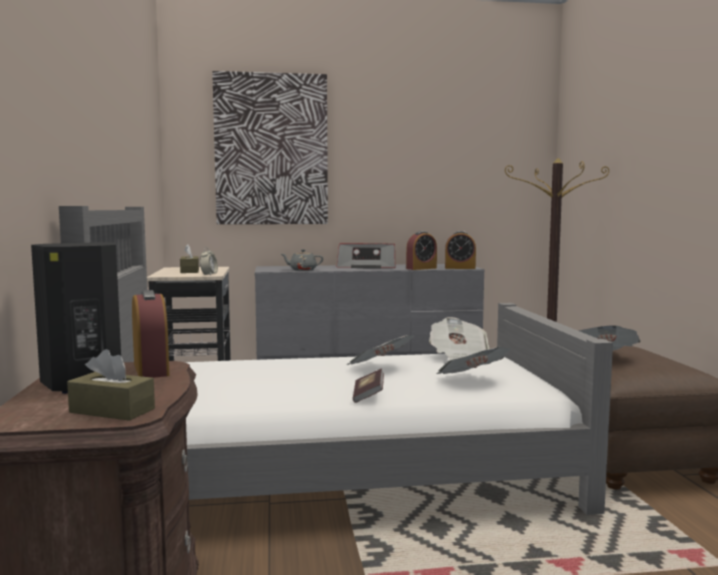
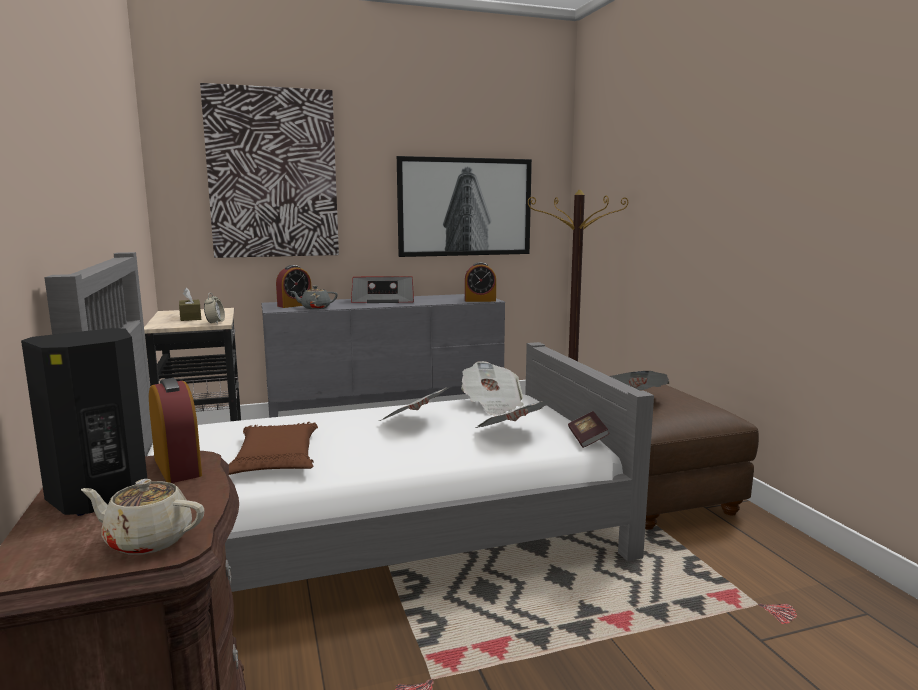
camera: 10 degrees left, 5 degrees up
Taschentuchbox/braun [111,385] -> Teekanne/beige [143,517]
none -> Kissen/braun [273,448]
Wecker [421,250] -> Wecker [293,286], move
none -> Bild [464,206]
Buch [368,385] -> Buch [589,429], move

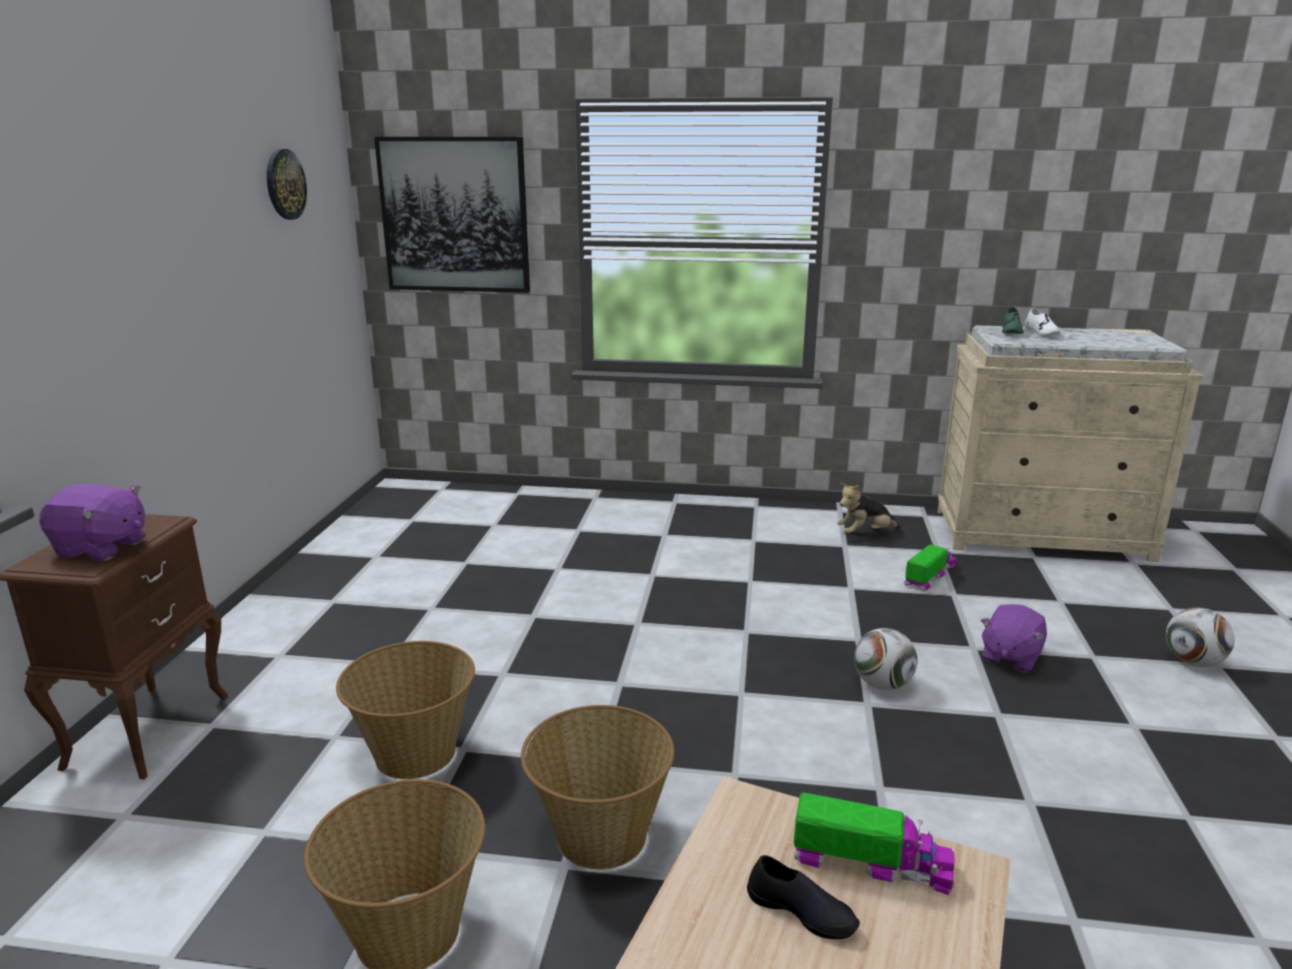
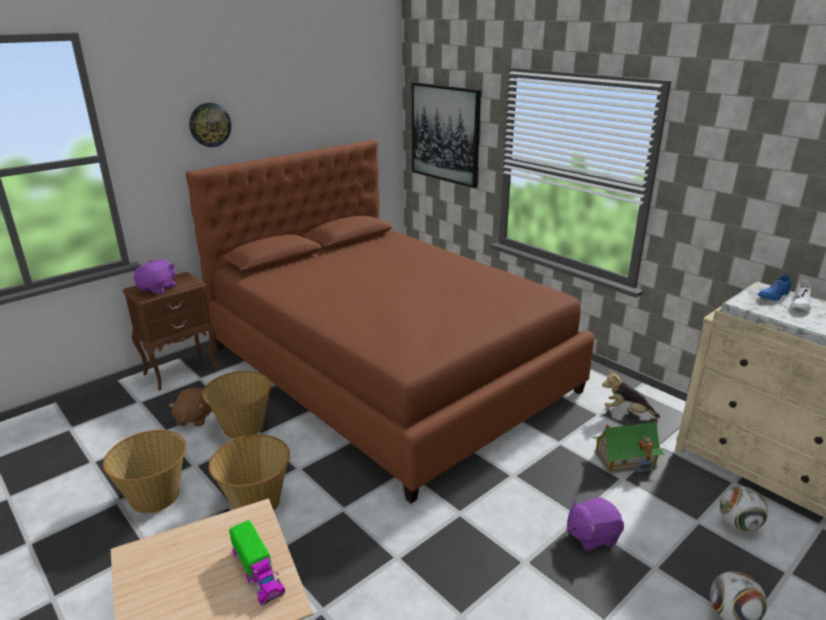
camera: 40 degrees right, 5 degrees up
Plüschtier/lila [92,522] -> Plüschtier/lila [155,276], 120 degrees counterclockwise
none -> Plüschtier/braun [190,407]
none -> Bett/braun [390,322]
Wanduhr [287,184] -> Wanduhr [210,125], move
Spielzeuglaster [930,567] -> Spielzeughaus [628,446]
Fußball [885,659] -> Fußball [744,508], move
Schuh/grün [1013,320] -> Schuh/blau [774,287]
Schuh/schwarz [803,897] -> none

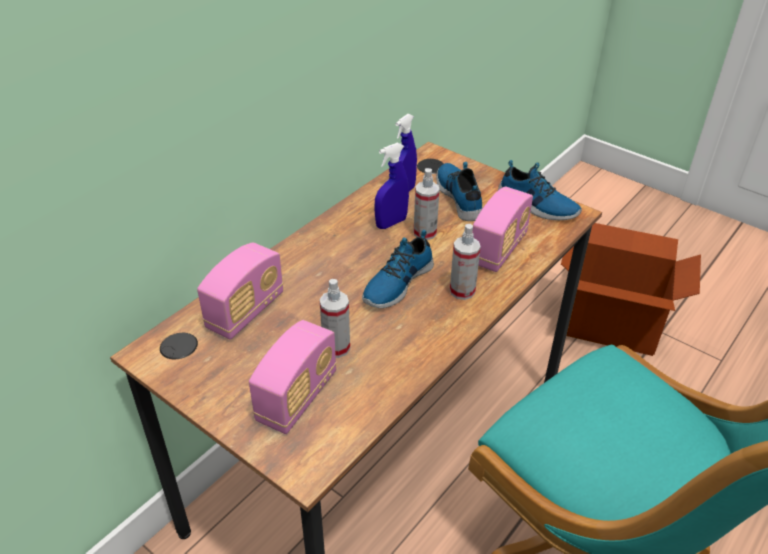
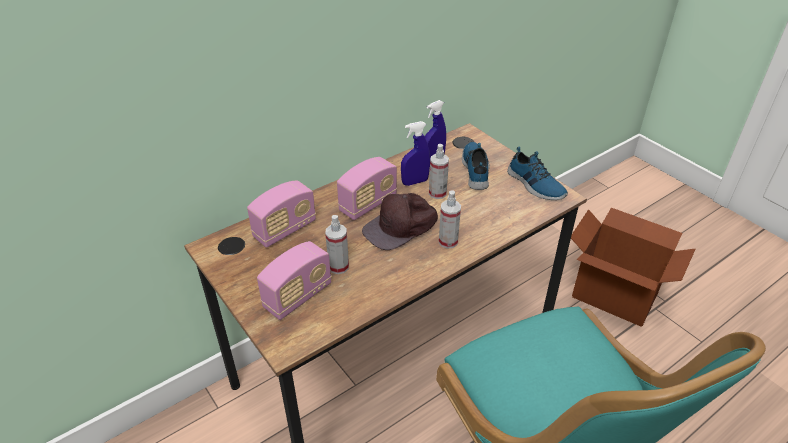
camera: 15 degrees right, 0 degrees up
Radio [503,229] -> Radio [367,188], move
Schuh [398,269] -> Kappe/braun [400,221]

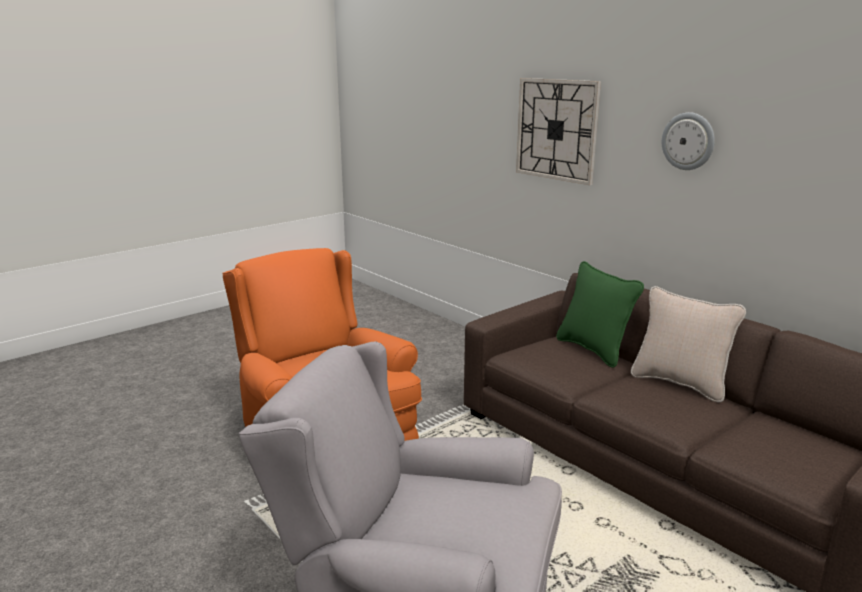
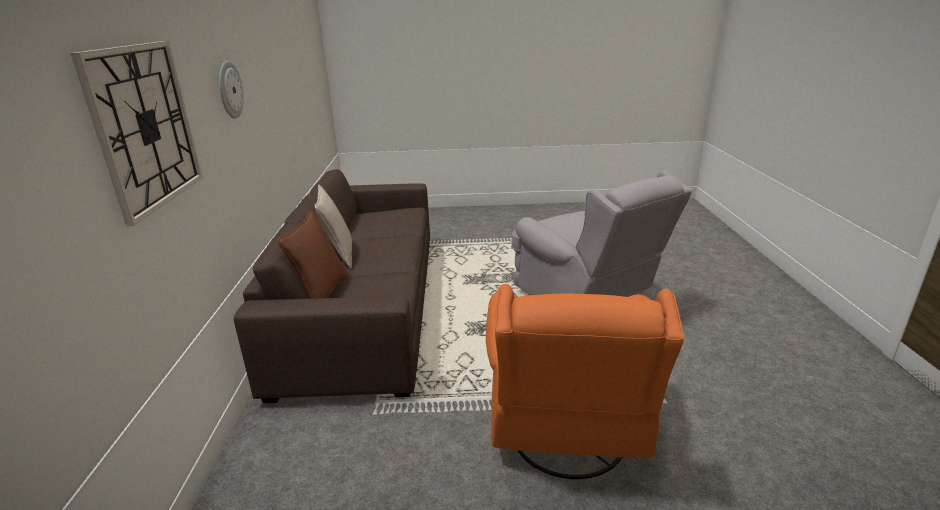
camera: 140 degrees left, 5 degrees up
Kissen/grün [600,314] -> Kissen/braun [313,254]

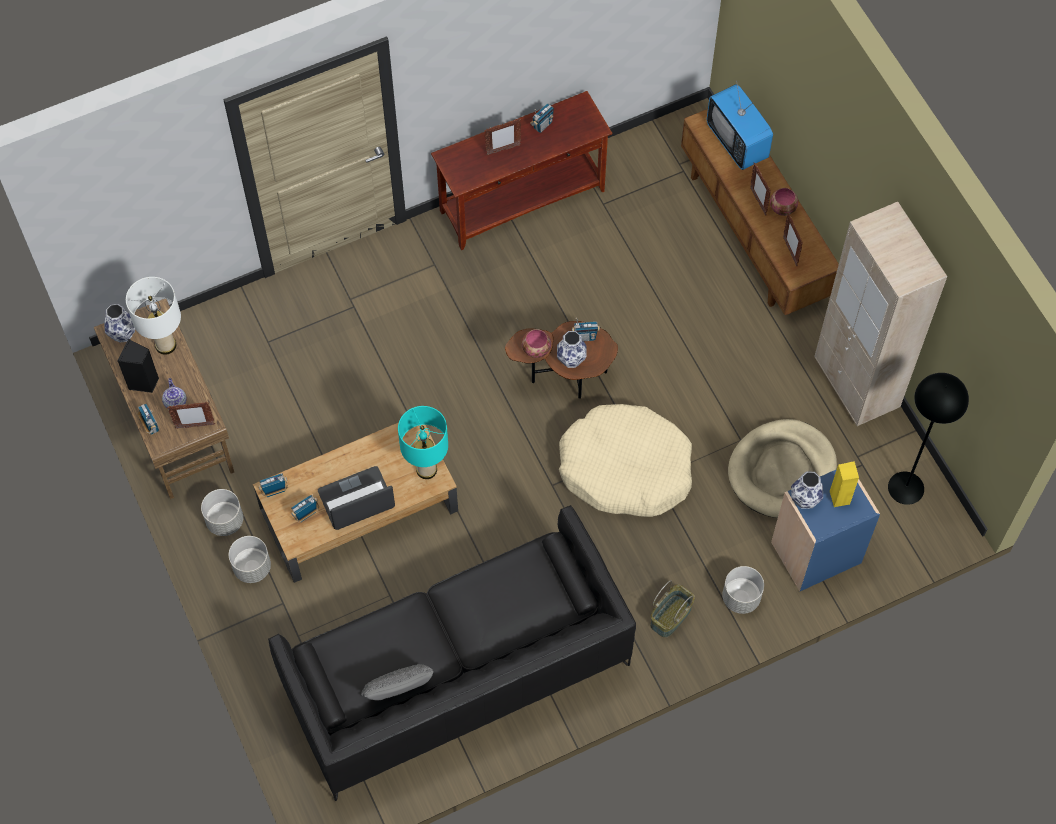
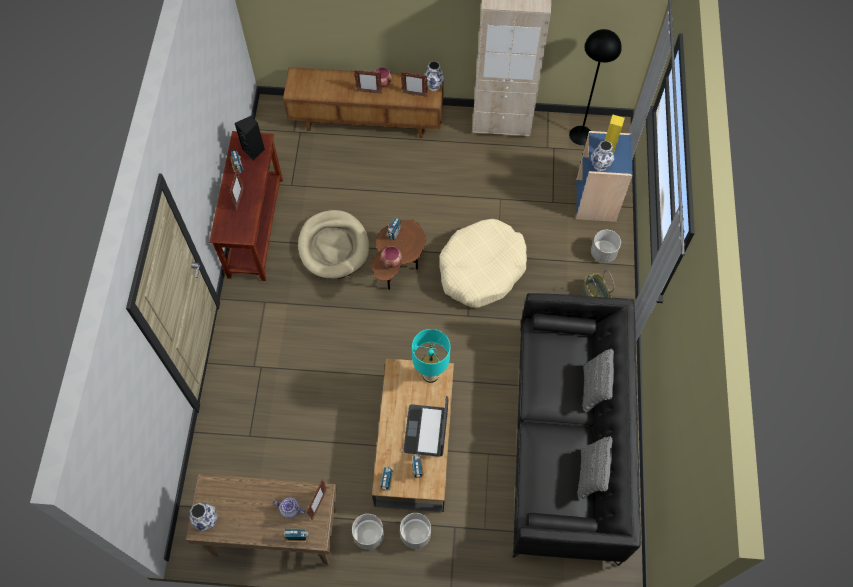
camera: 60 degrees left, 0 degrees up
Lautsprecher/schwarz [138,366] -> Lautsprecher/schwarz [250,138], move
Hundebett/beige [782,468] -> Hundebett/beige [333,244], move
Vase [572,349] -> Vase [434,76], move
none -> Kissen/grau [598,380]
Tischlampe/weiß [153,316] -> none
Fernseher [739,125] -> none

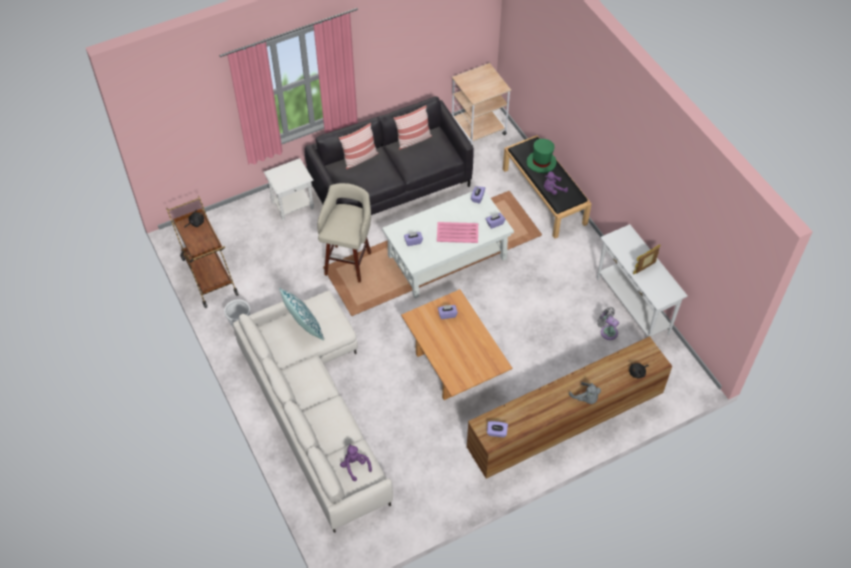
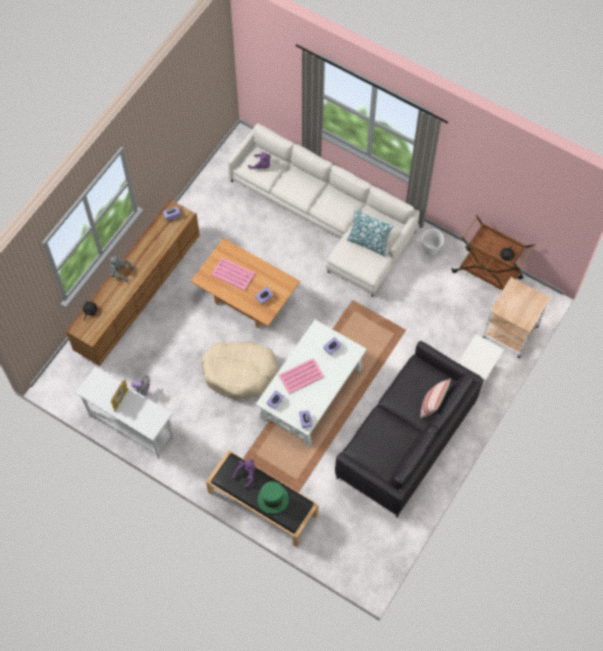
camera: 150 degrees right, 10 degrees up
none -> Hundebett/beige [239,370]
none -> Tablett/rosa [233,274]
Rollwagen/beige [481,104] -> Rollwagen/beige [516,317], move
Hocker/beige [344,233] -> none
Kissen [412,127] -> none

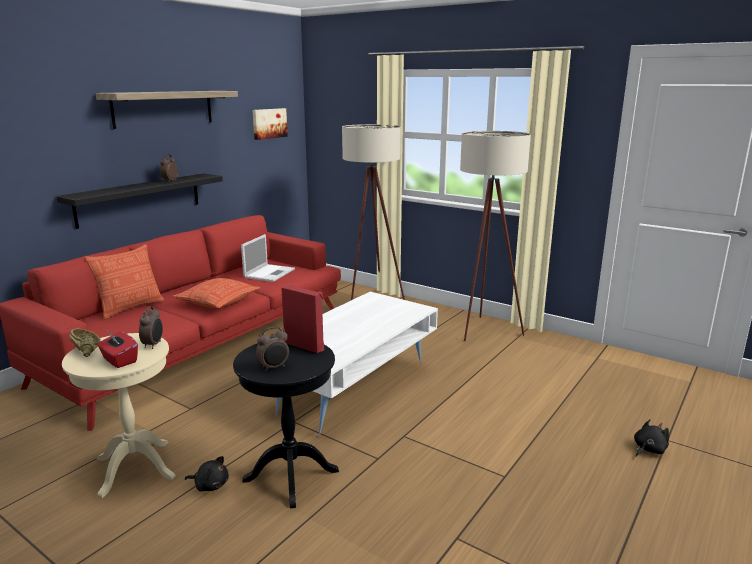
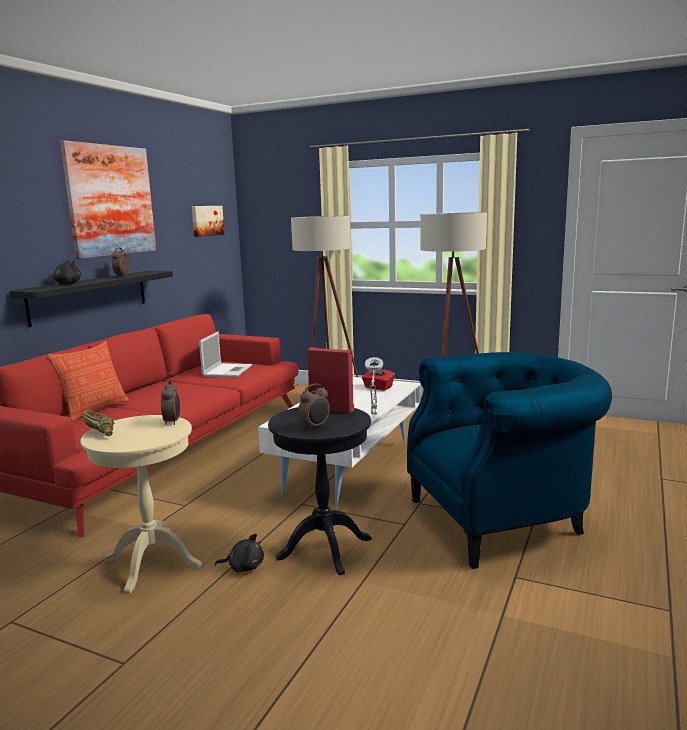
camera: 10 degrees left, 5 degrees down
Plüschtier/schwarz [651,438] -> Plüschtier/schwarz [62,272], move
Wandregal [166,110] -> Bild [108,199]
Taschentuchbox/rot [117,349] -> Taschentuchbox/rot [378,380], move
none -> Tischlampe/grau [374,386]
none -> Sessel/blau [509,460]
Kissen/orange [216,293] -> none

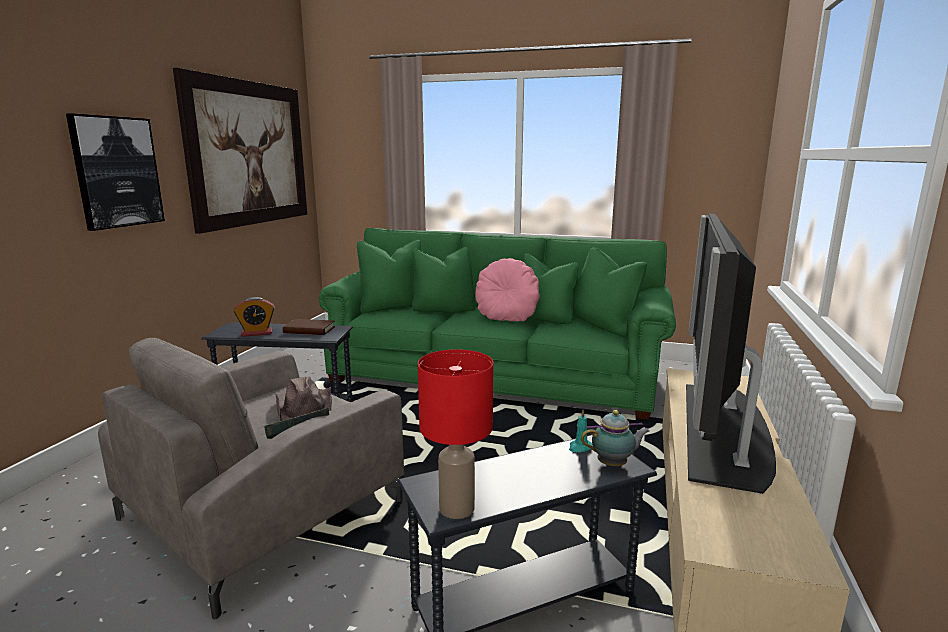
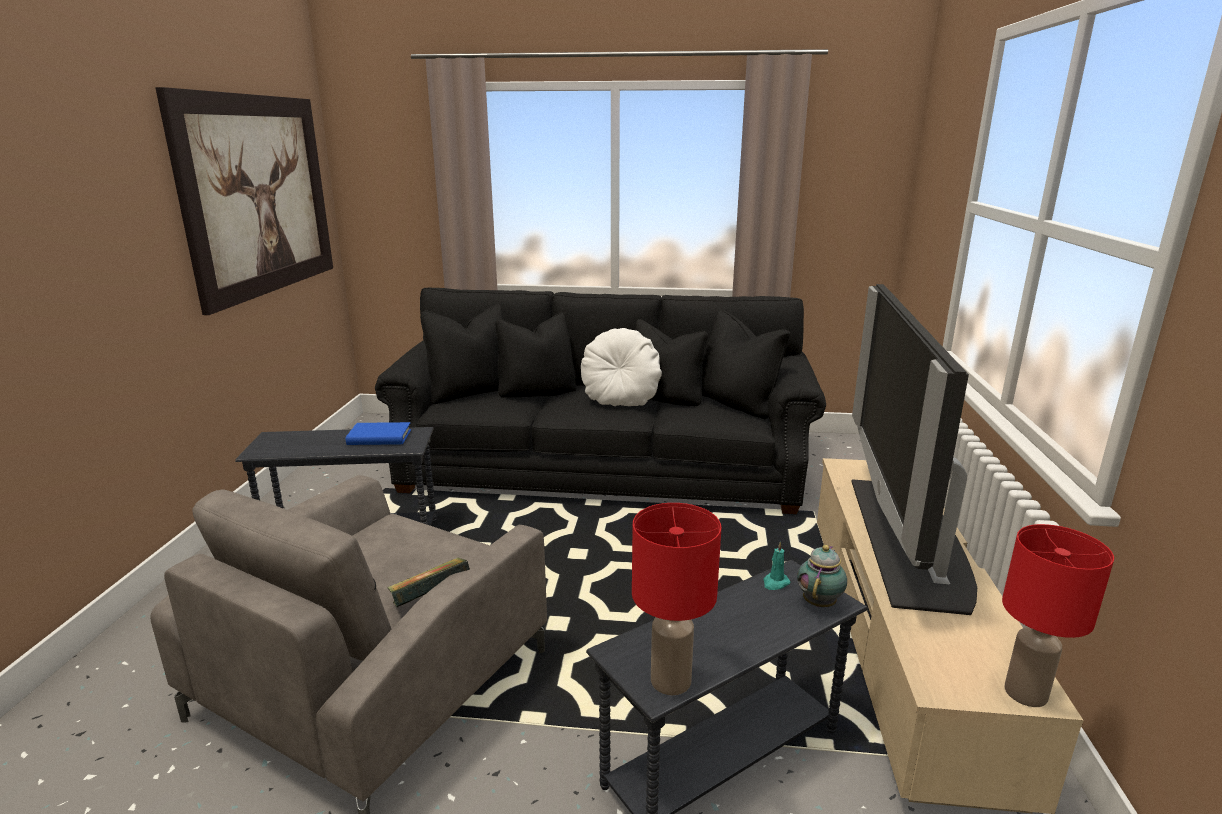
camera: 10 degrees left, 5 degrees up
Buch/braun [309,327] -> Buch/blau [378,433]
Sofa/grün [497,324] -> Sofa/schwarz [600,401]
Kissen/rosa [507,290] -> Kissen/weiß [621,367]
Teekanne [615,438] -> Teekanne [822,576], 45 degrees counterclockwise
none -> Tischlampe/rot [1058,615]
Bild [115,172] -> none
Wecker [254,317] -> none
Hut/braun [304,399] -> none

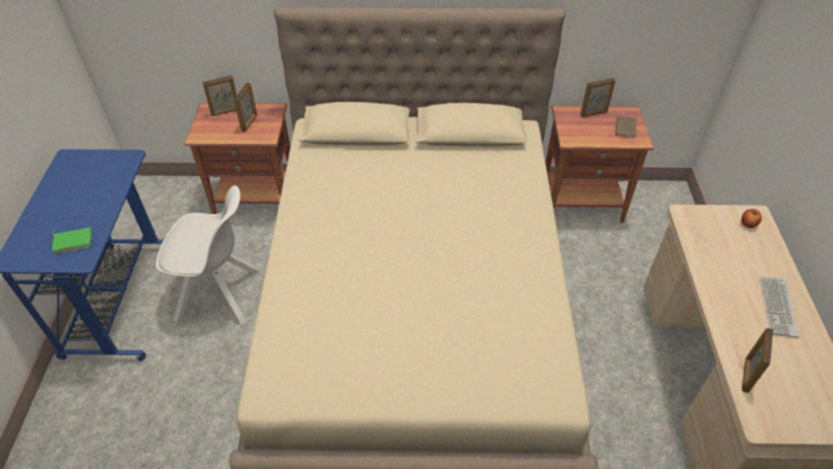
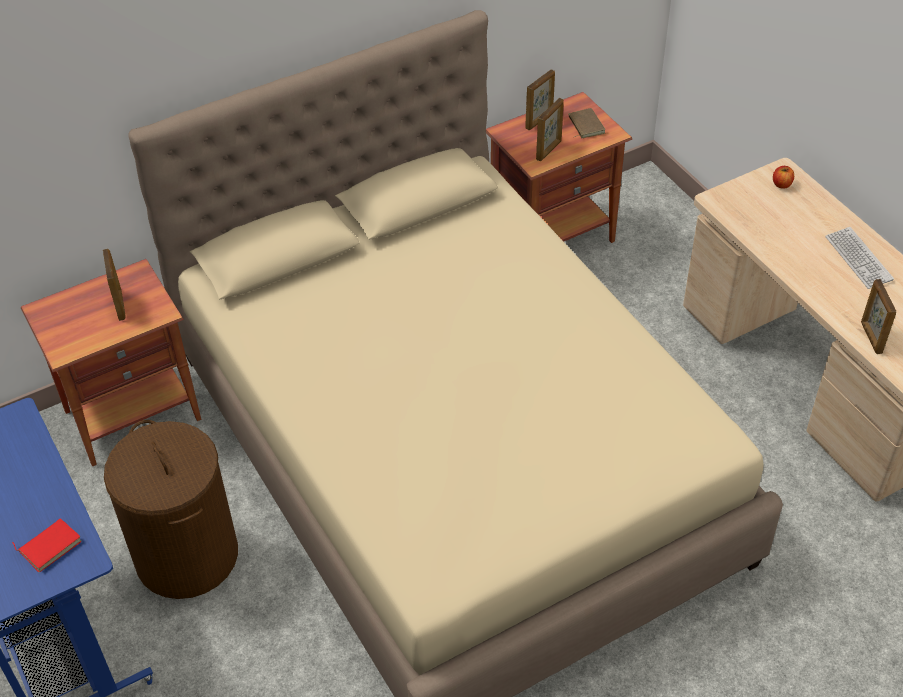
camera: 30 degrees left, 0 degrees up
Buch/grün [72,240] -> Buch/rot [47,545]
Stuhl/weiß [208,255] -> Wäschekorb/braun [171,509]
Bilderrahmen [220,95] -> Bilderrahmen [550,129], move

